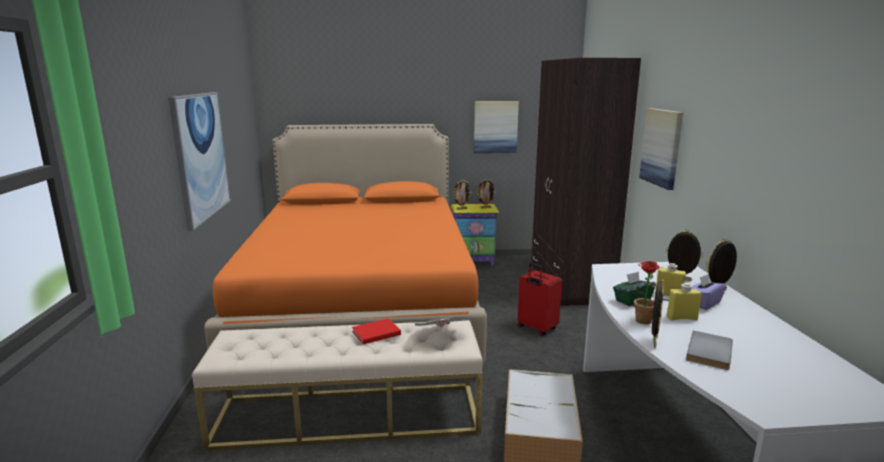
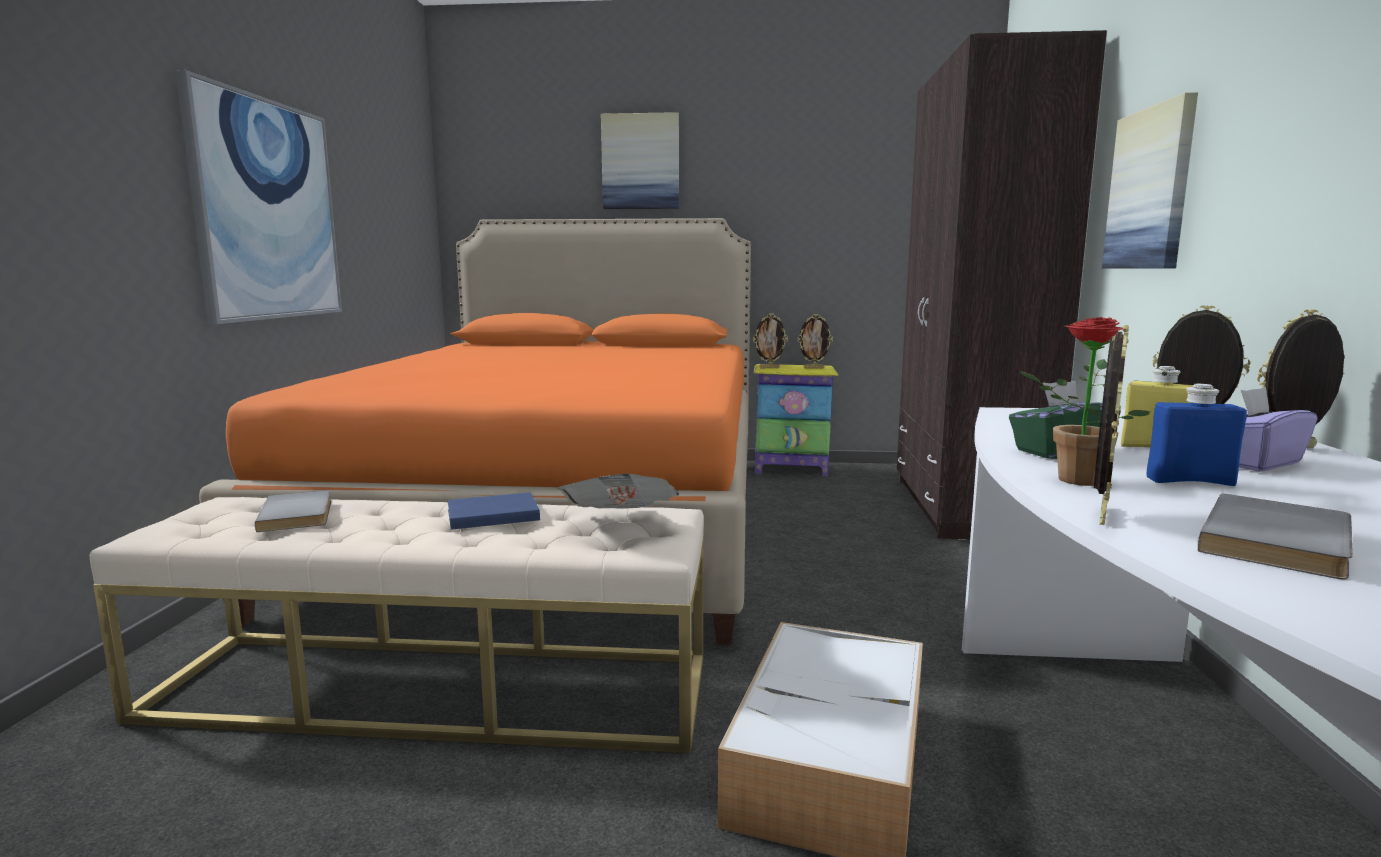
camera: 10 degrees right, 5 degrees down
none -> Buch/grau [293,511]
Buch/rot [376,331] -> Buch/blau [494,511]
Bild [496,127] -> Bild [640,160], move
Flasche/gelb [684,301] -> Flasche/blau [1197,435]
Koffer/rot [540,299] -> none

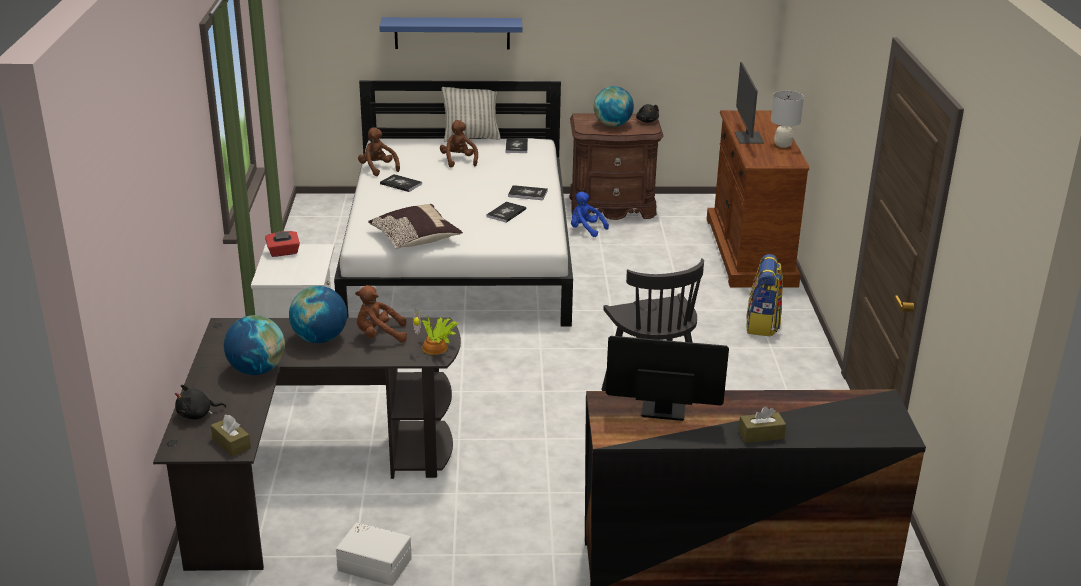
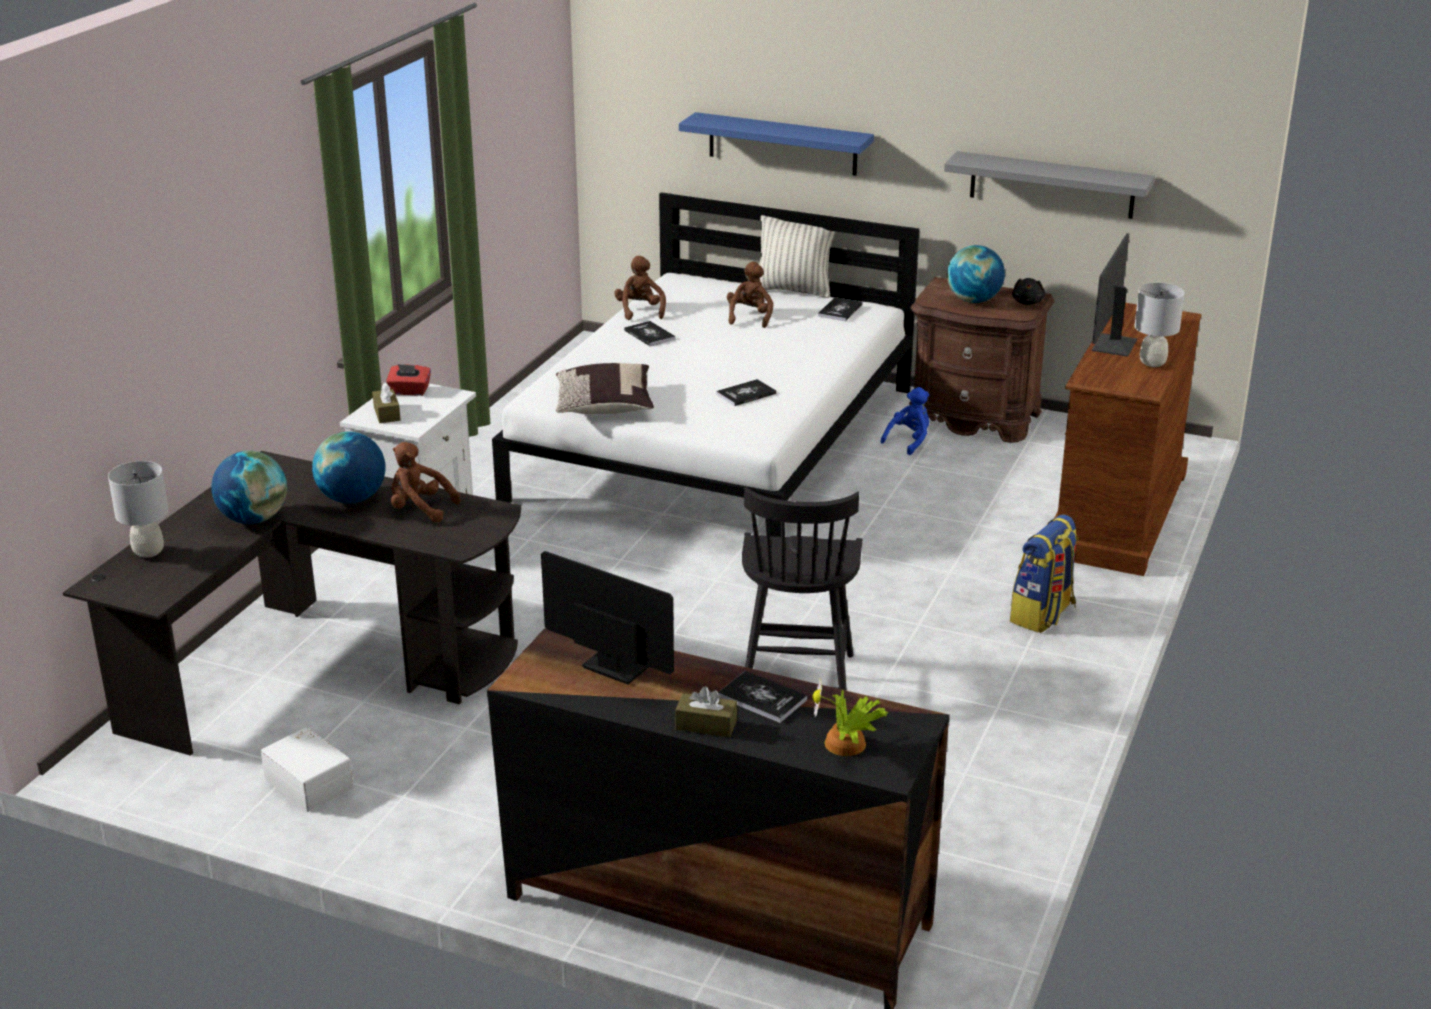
camera: 25 degrees right, 0 degrees up
Plüschtier/schwarz [200,402] -> Tischlampe/grau [138,509]
Taschentuchbox/braun [231,436] -> Taschentuchbox/braun [386,403], move
Buch [528,192] -> Buch [762,697], move
Topfpflanze [435,332] -> Topfpflanze [850,716], move
Plüschtier/blau [590,214] -> Plüschtier/blau [905,421], 75 degrees clockwise
none -> Wandregal/grau [1049,185]

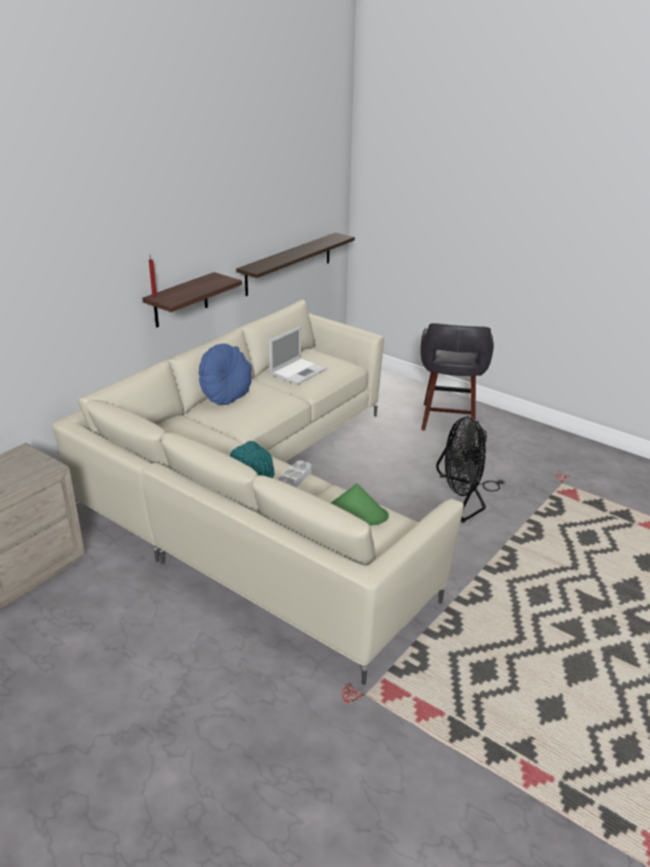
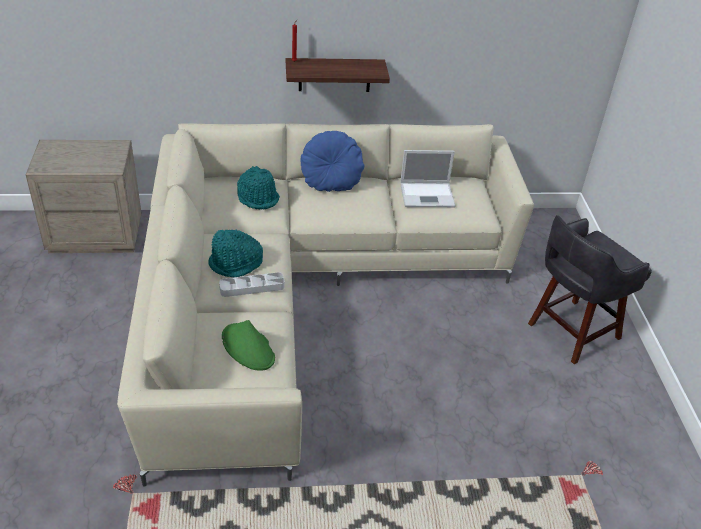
camera: 45 degrees right, 10 degrees up
none -> Hut/türkis [258,188]
Wandregal [295,264] -> none
Ventilator/schwarz [470,469] -> none

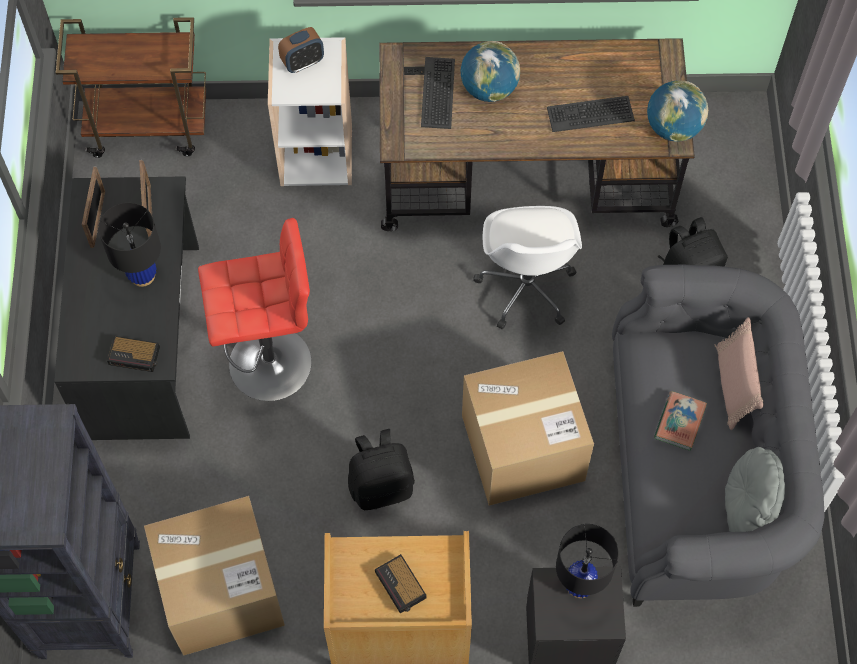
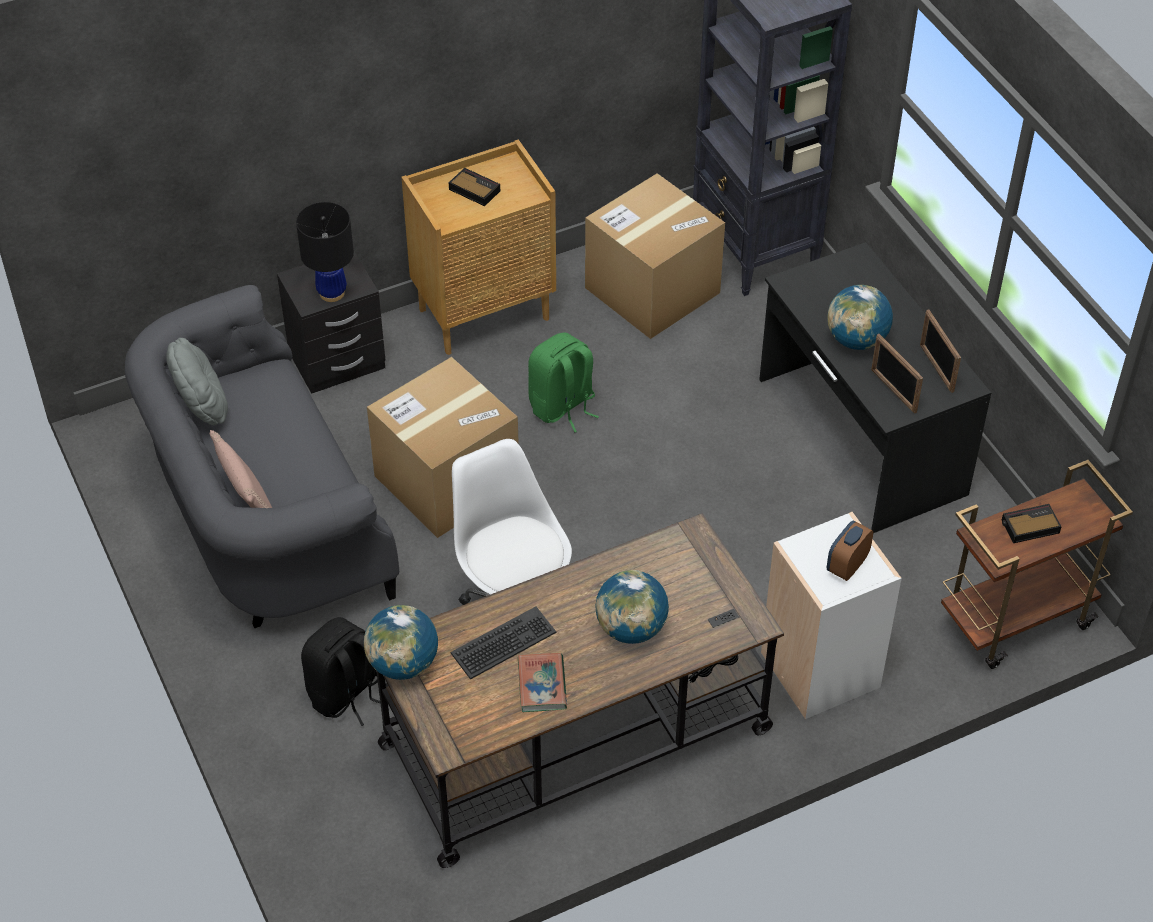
camera: 155 degrees right, 15 degrees down
Buch [680,421] -> Buch [542,682], move
Rucksack/schwarz [381,469] -> Rucksack/grün [563,382]
Tischlampe/schwarz [129,245] -> Globus [860,317]
Wecker [133,354] -> Wecker [1032,523], move
Hocker/rot [255,309] -> none
Tastatur [438,93] -> none

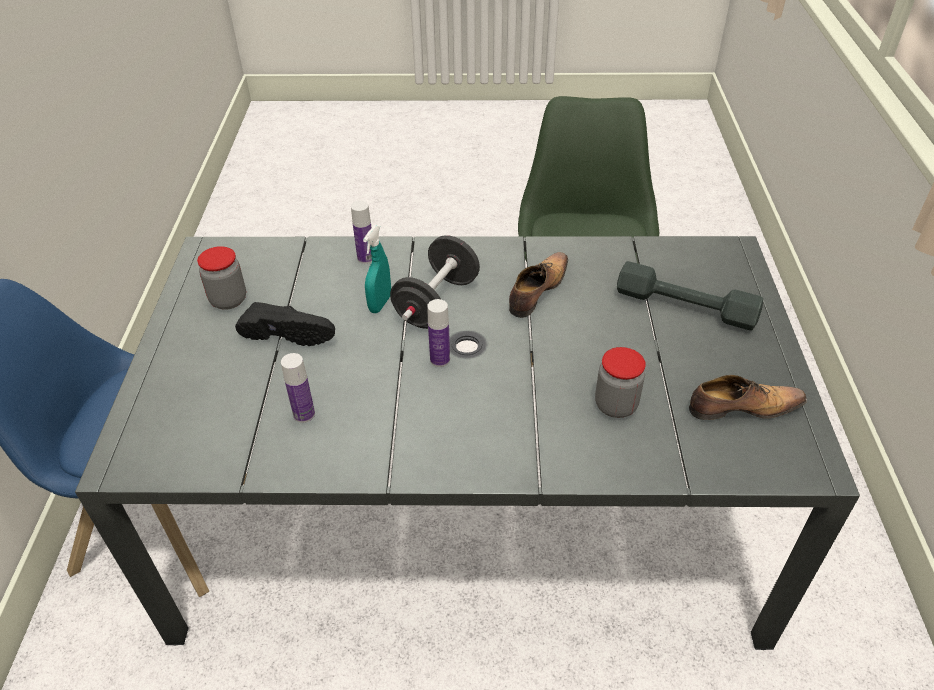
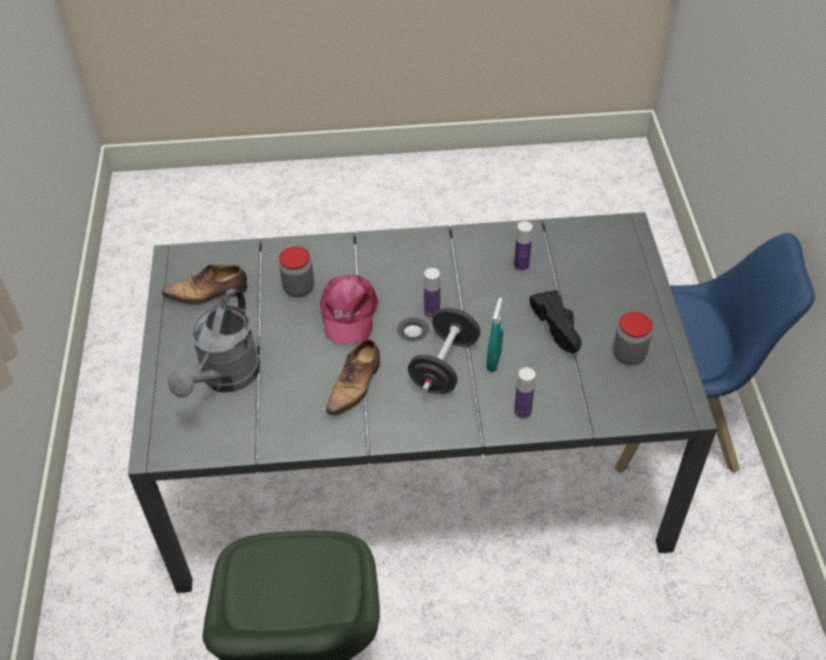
camera: 175 degrees right, 5 degrees up
Hantel/grau [690,296] -> Gießkanne/grau [214,343]
none -> Kappe/rosa [349,309]
Schuh/schwarz [285,324] -> Schuh/schwarz [556,321], 120 degrees counterclockwise

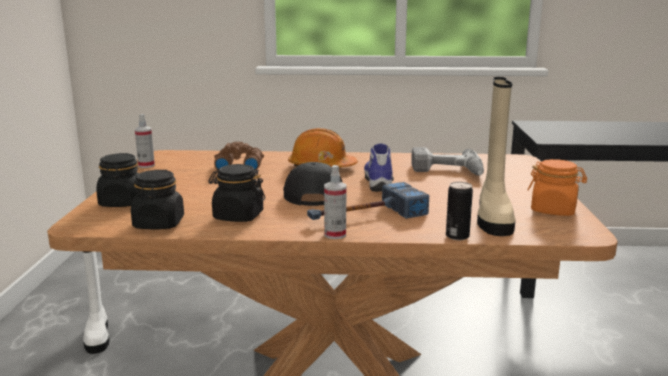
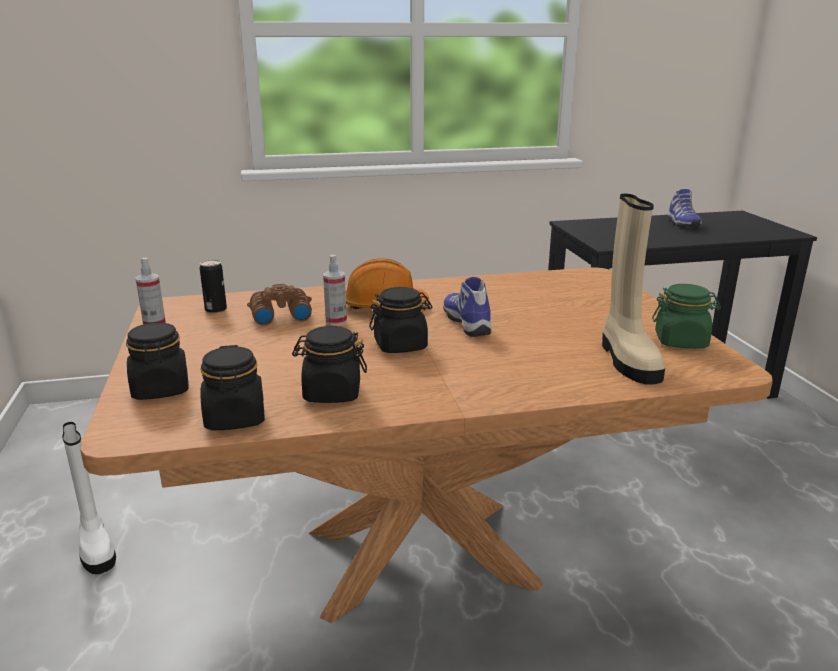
camera: 15 degrees left, 5 degrees up
Dose [459,211] -> Dose [213,286], move
Sprühflasche [335,202] -> Sprühflasche [335,289], move
Kappe/schwarz [312,184] -> Vorratsglas/schwarz [400,320]
Vorratsglas/orange [557,187] -> Vorratsglas/grün [686,316]
none -> Schuh [685,208]
Hammer [368,201] -> none
Bohrmaschine [447,161] -> none

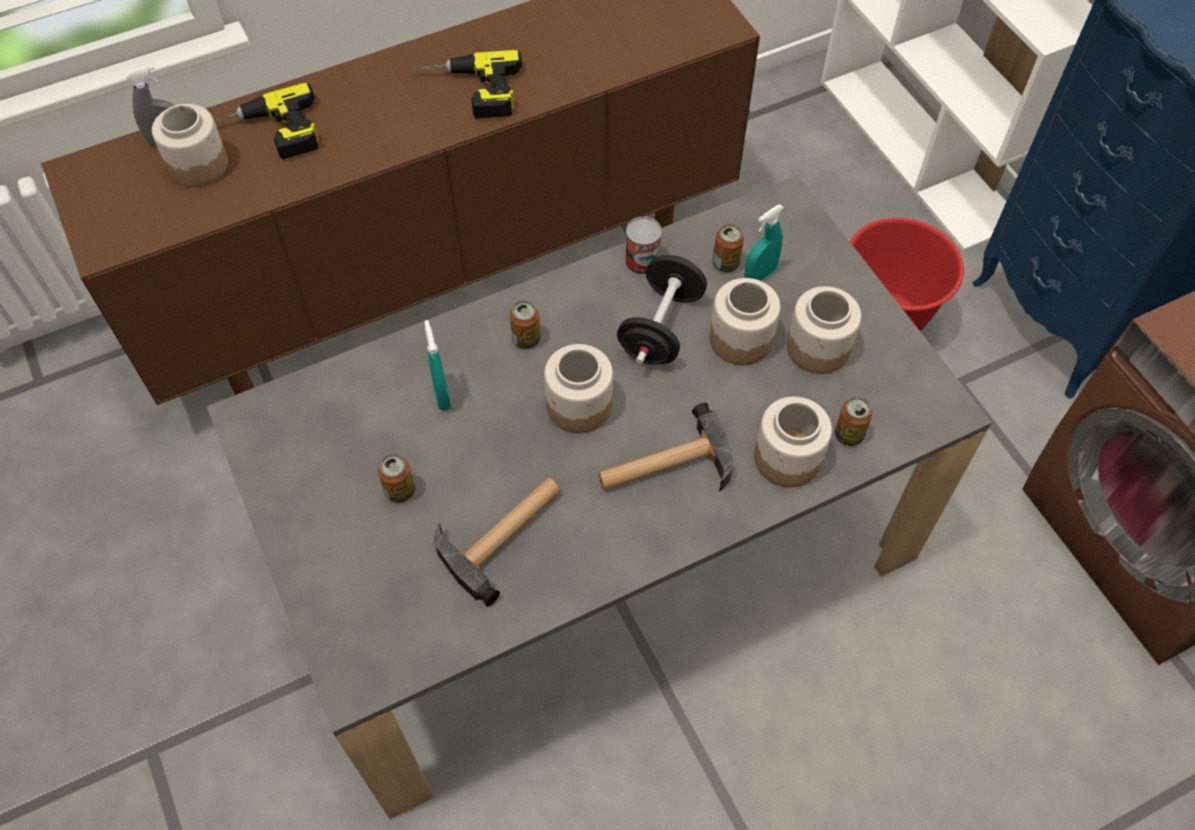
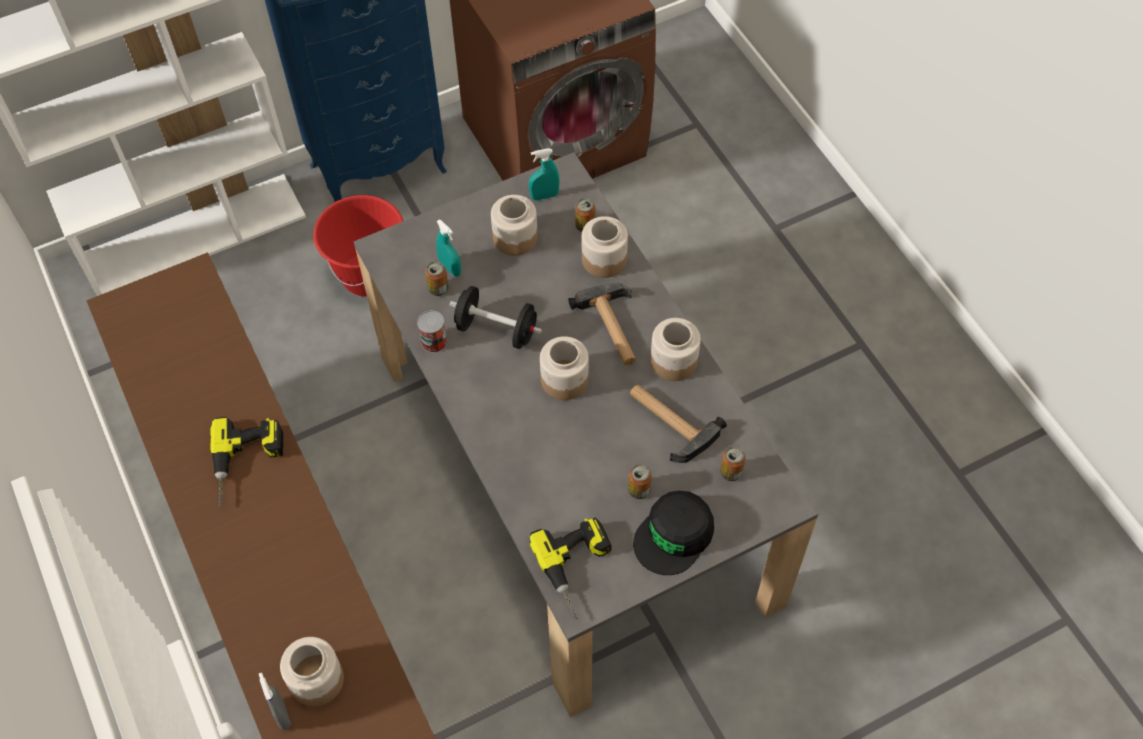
camera: 90 degrees left, 0 degrees up
Sprühflasche/türkis [437,365] -> Sprühflasche/türkis [544,174], move
Bohrmaschine [266,121] -> Bohrmaschine [571,569], move
none -> Kappe/schwarz [673,533]
Vorratsglas [745,321] -> Vorratsglas [675,349], move
Dose [525,324] -> Dose [733,463], move

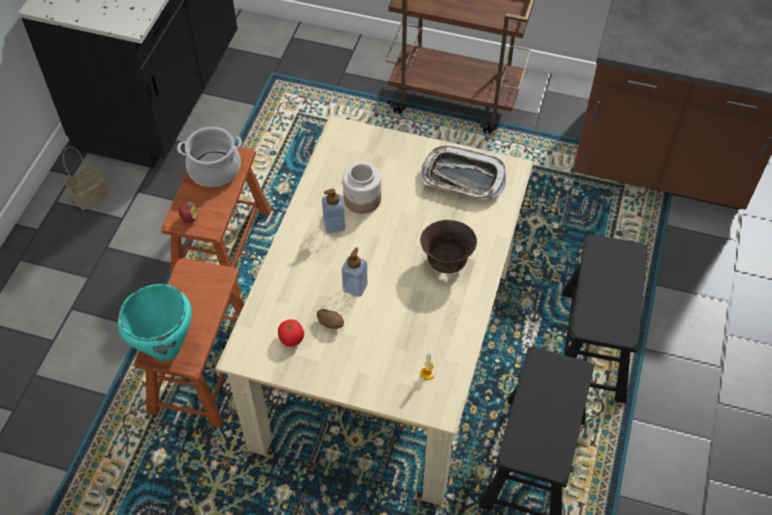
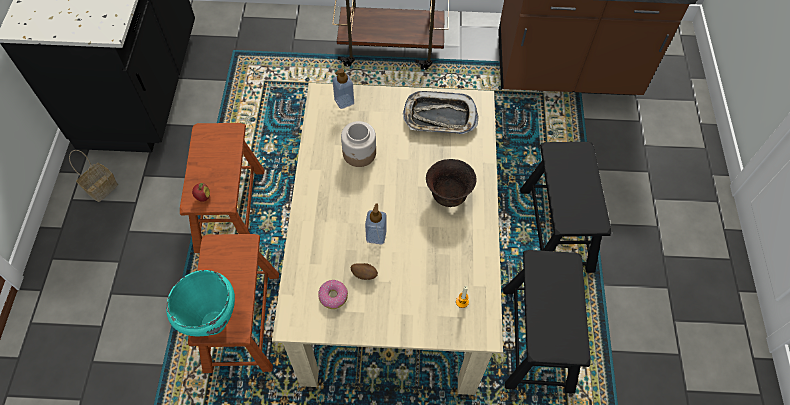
camera: 15 degrees left, 5 degrees up
Tomate [291,333] -> Donut [333,294]
Seifenspender [334,211] -> Seifenspender [343,89], move
Kochtopf [209,157] -> none

